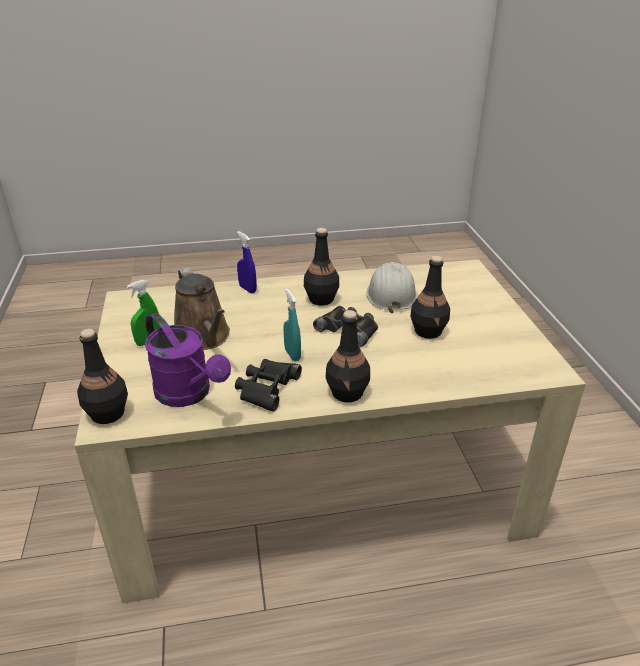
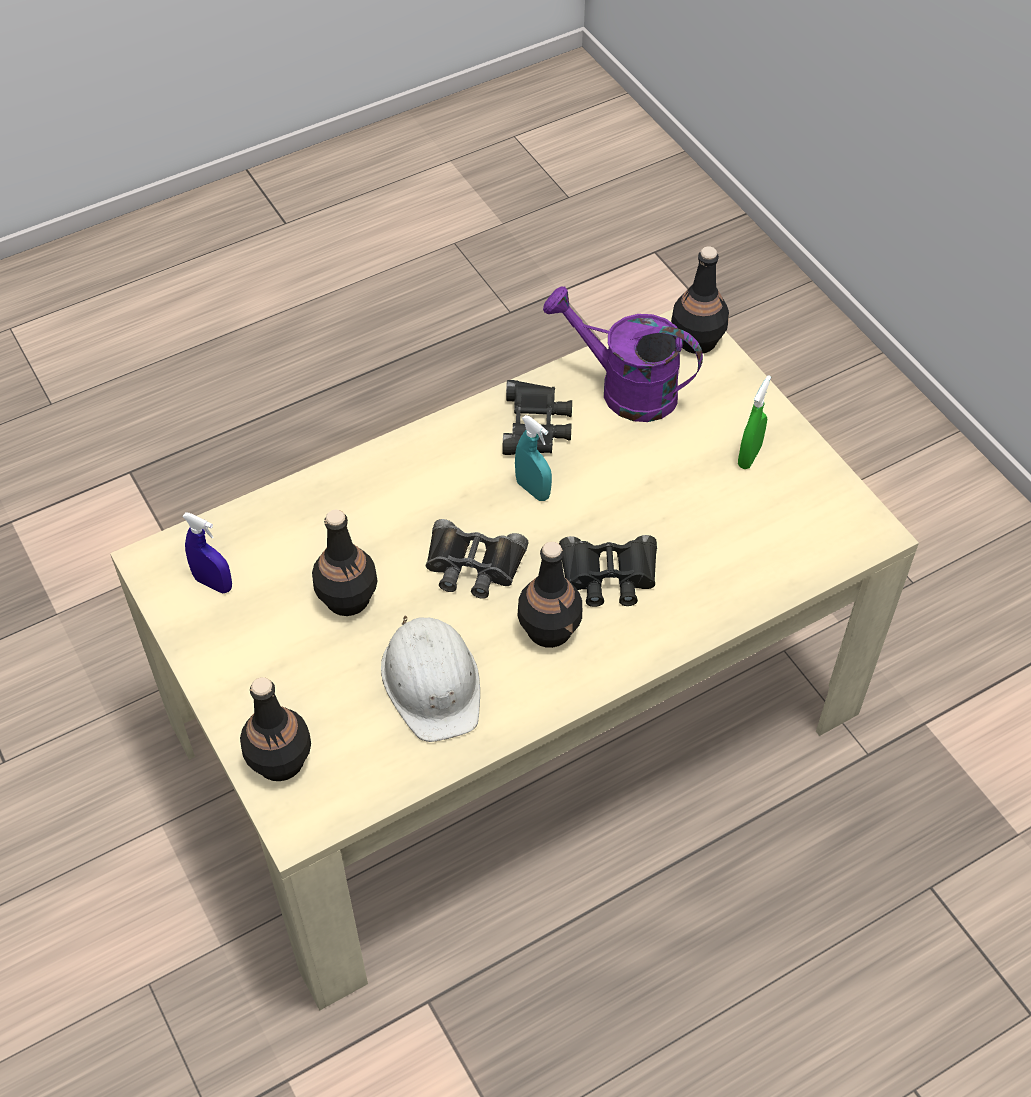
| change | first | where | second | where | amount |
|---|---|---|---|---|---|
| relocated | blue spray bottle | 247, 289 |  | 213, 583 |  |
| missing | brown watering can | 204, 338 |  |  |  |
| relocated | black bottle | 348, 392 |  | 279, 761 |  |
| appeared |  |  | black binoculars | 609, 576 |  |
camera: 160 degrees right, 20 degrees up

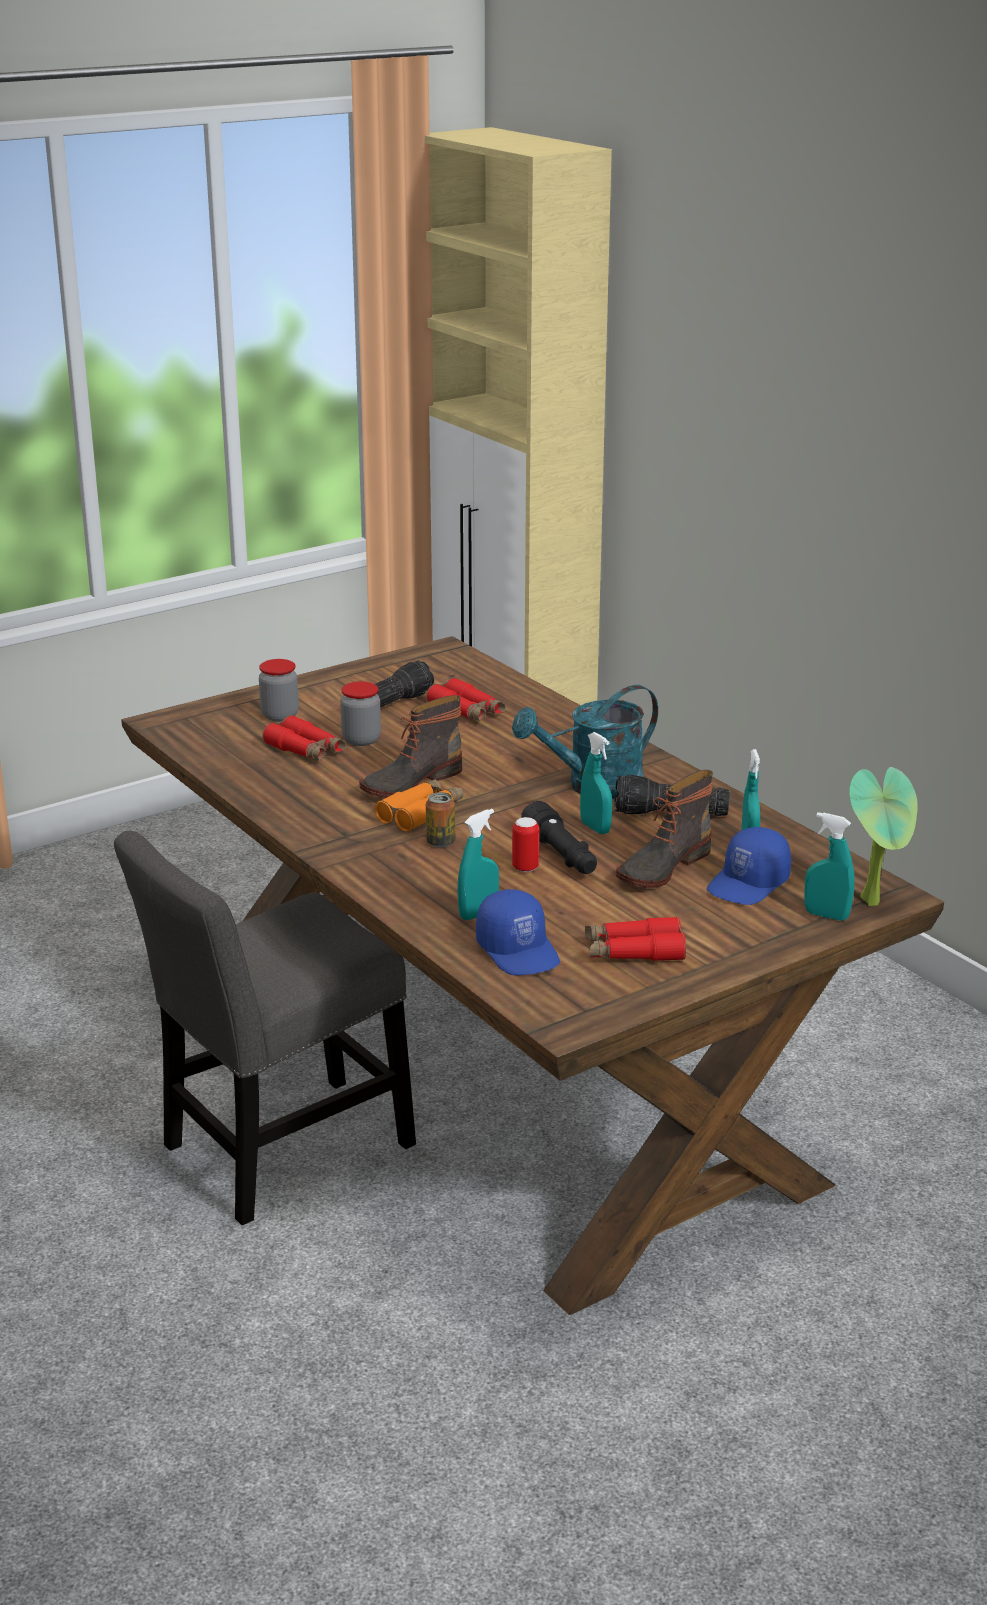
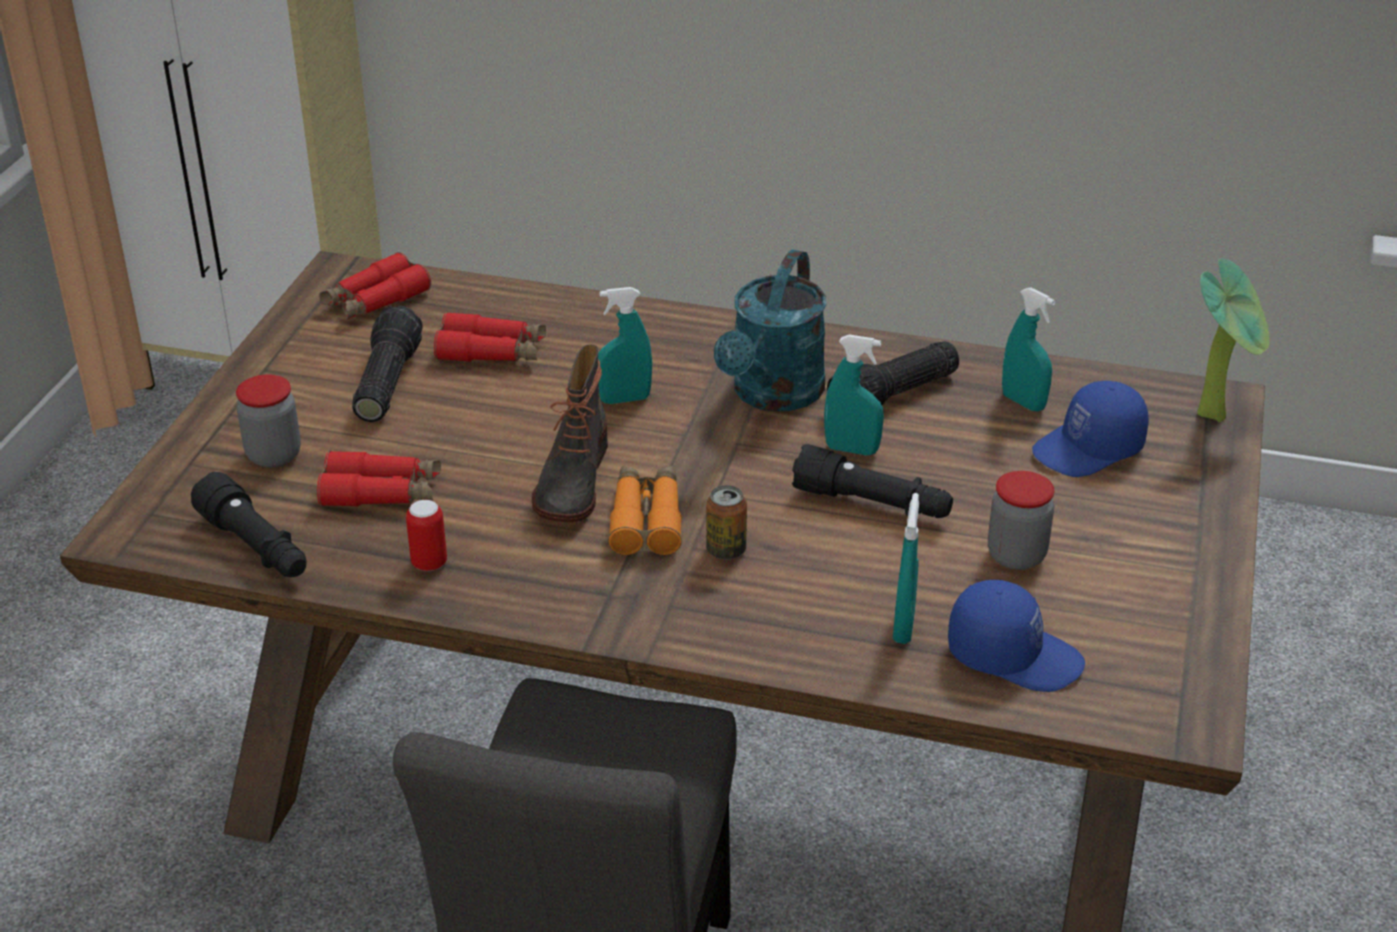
| change | first | where | second | where | amount |
|---|---|---|---|---|---|
| relocated | jar | 361, 740 |  | 1016, 556 |  |
| missing | boot | 662, 867 |  |  |  |
| relocated | turquoise spray bottle | 826, 915 |  | 624, 399 |  |
| relocated | can | 525, 868 |  | 429, 563 |  |
| spun | blue cap | 749, 884 |  | 1089, 449 | 60 degrees clockwise |
| relocated | red binoculars | 634, 952 |  | 375, 300 |  |
| appeared |  |  | black flashlight | 256, 547 |  |
camera: 40 degrees left, 10 degrees up

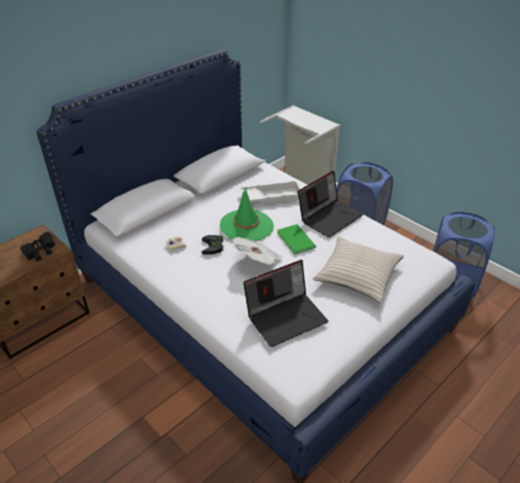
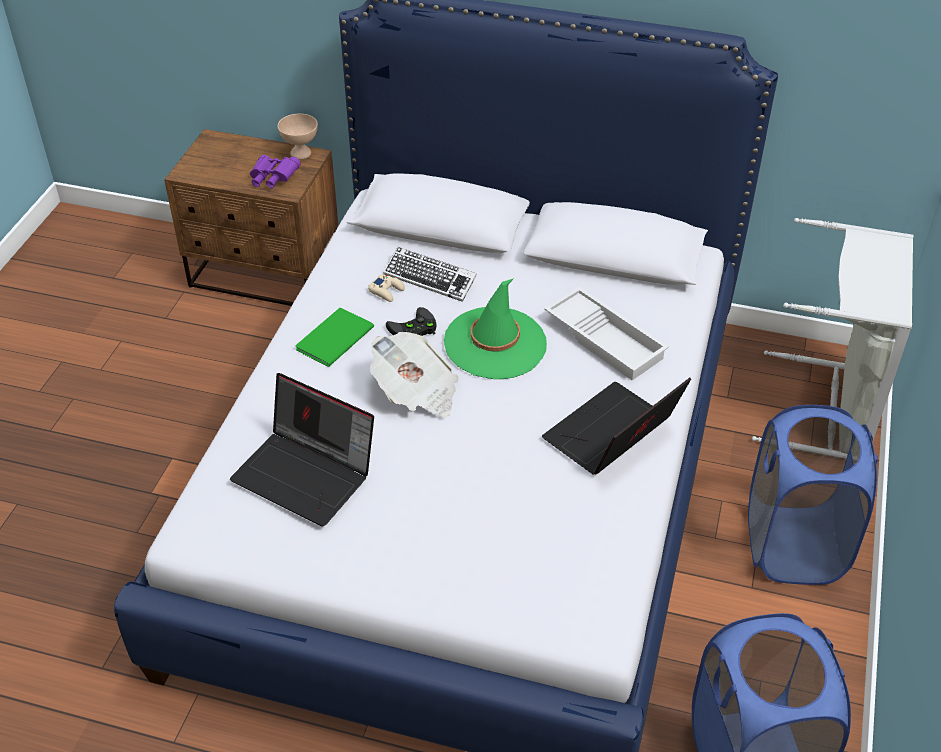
| change | first | where | second | where | amount |
|---|---|---|---|---|---|
| spun | laptop | 329, 217 |  | 611, 436 | 120 degrees clockwise |
| relocated | green book | 295, 240 |  | 332, 339 |  |
| colour | black binoculars | 40, 253 | purple binoculars | 273, 179 |  |
| missing | beige pillow | 357, 275 |  |  |  |
| appeared |  |  | beige bowl | 300, 153 |  |
| appeared |  |  | keyboard | 430, 278 |  |
camera: 60 degrees right, 5 degrees up

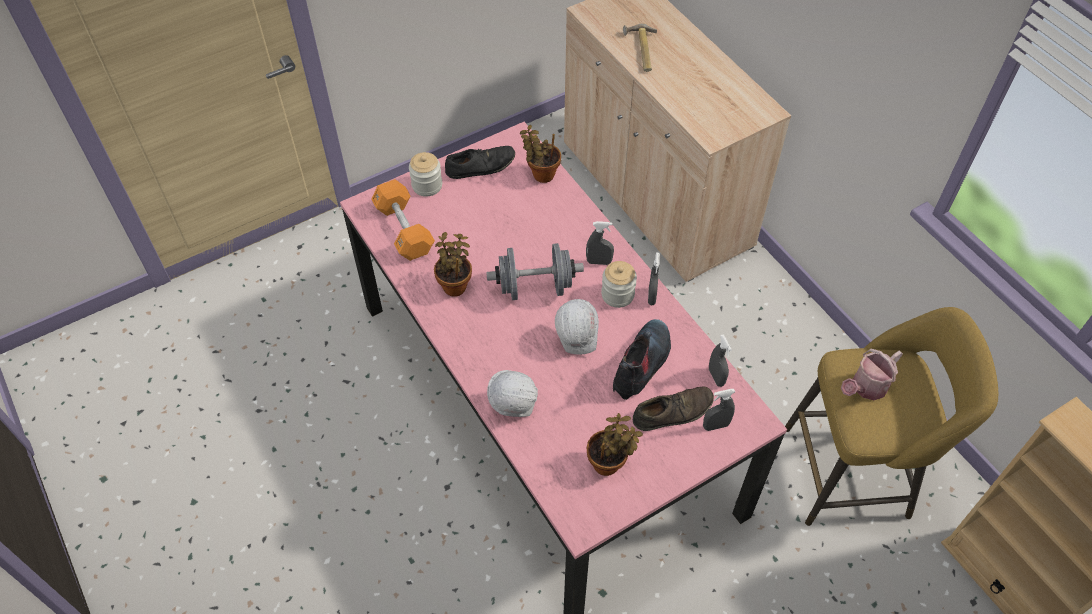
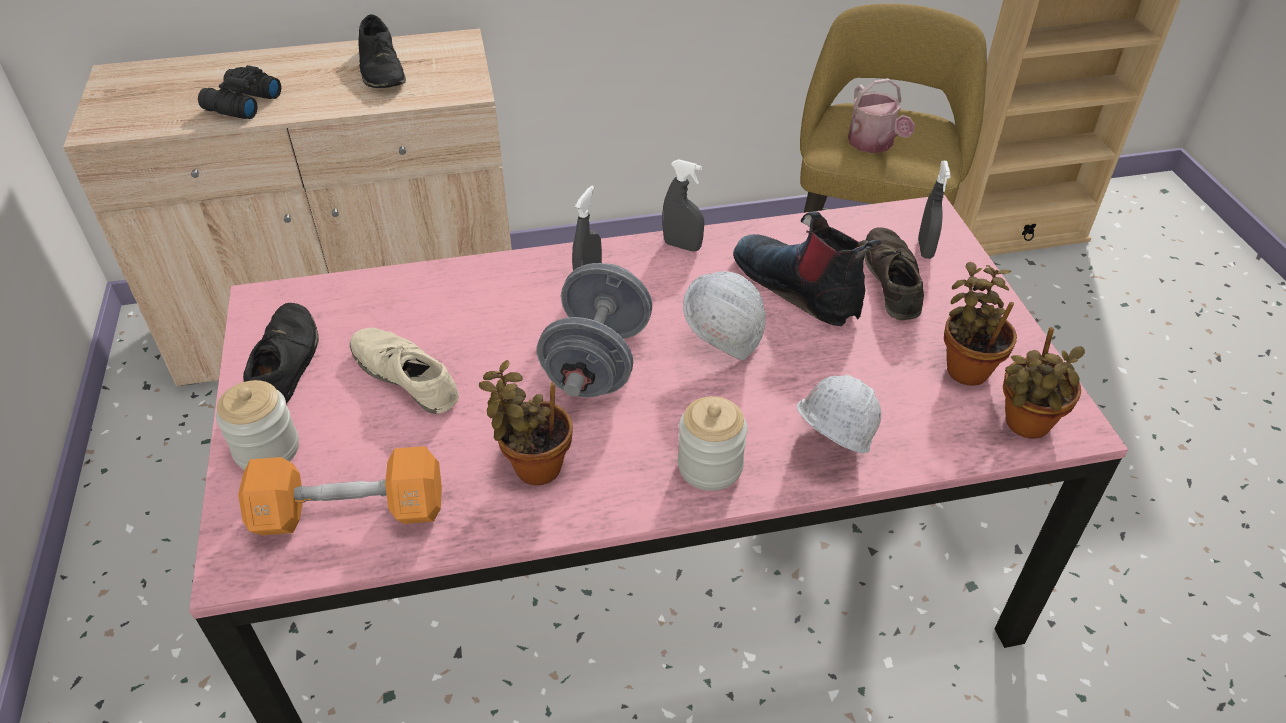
| change | first | where | second | where | amount |
|---|---|---|---|---|---|
| exchanged | hammer | 640, 51 | black binoculars | 241, 104 |  |
| relocated | potted plant | 541, 174 |  | 1024, 426 |  |
| relocated | jar | 617, 294 |  | 710, 466 |  |
| missing | grey spray bottle | 716, 377 |  |  |  |
| appeared |  |  | black shoe | 382, 69 |  |
| appeared |  |  | beige shoe | 406, 376 |  |
camera: 70 degrees left, 10 degrees down

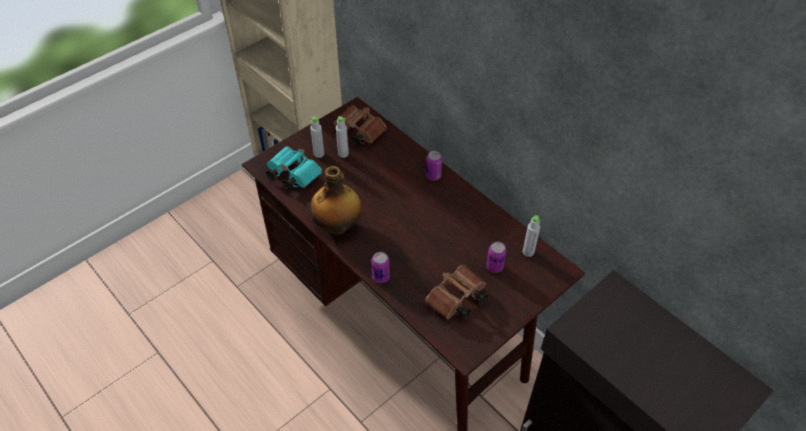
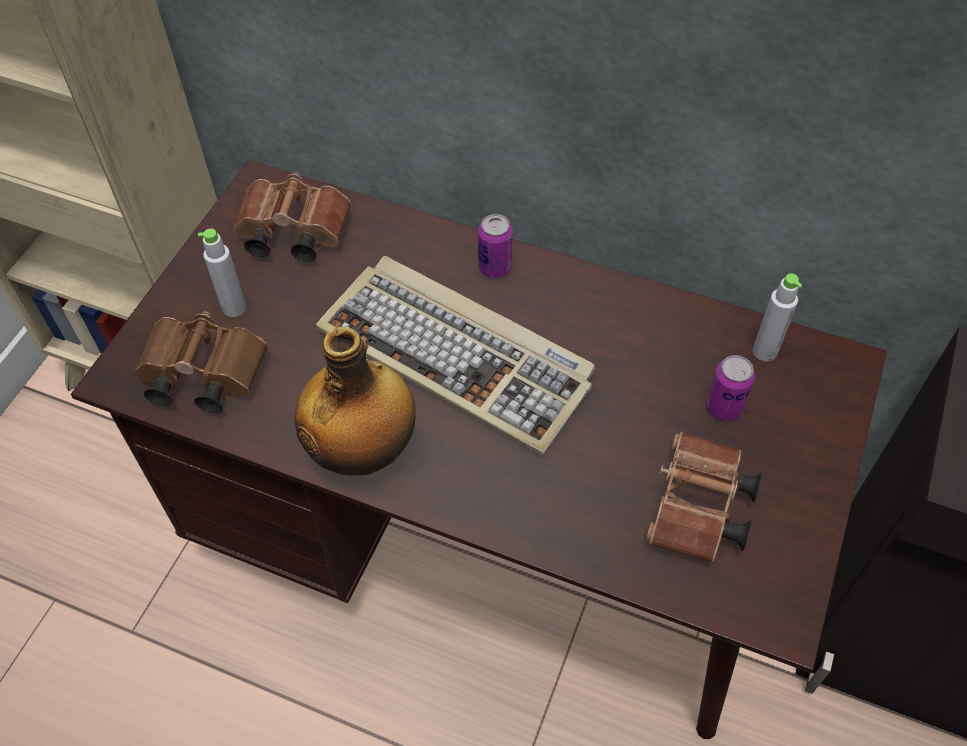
| change | first | where | second | where | amount |
|---|---|---|---|---|---|
| missing | grey bottle | 343, 154 |  |  |  |
| colour | turquoise binoculars | 292, 175 | brown binoculars | 200, 376 |  |
| missing | can | 380, 277 |  |  |  |
| appeared |  |  | keyboard | 459, 356 |  |
camera: 25 degrees left, 5 degrees up

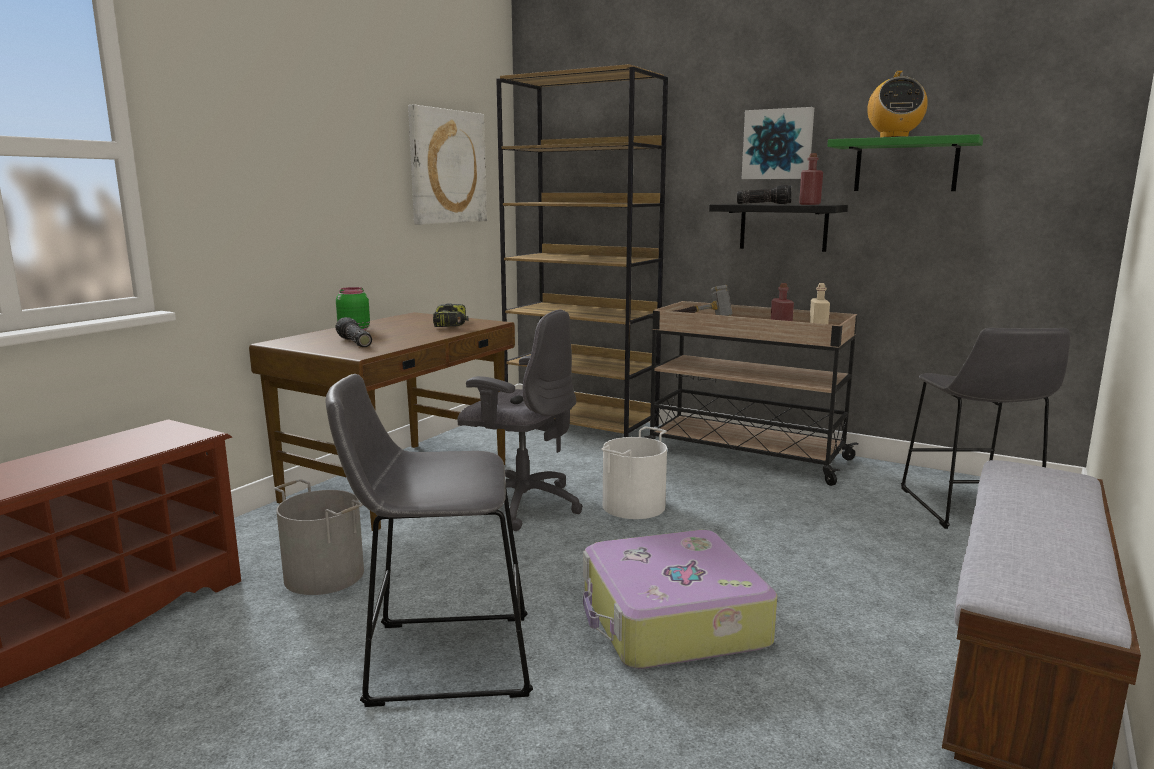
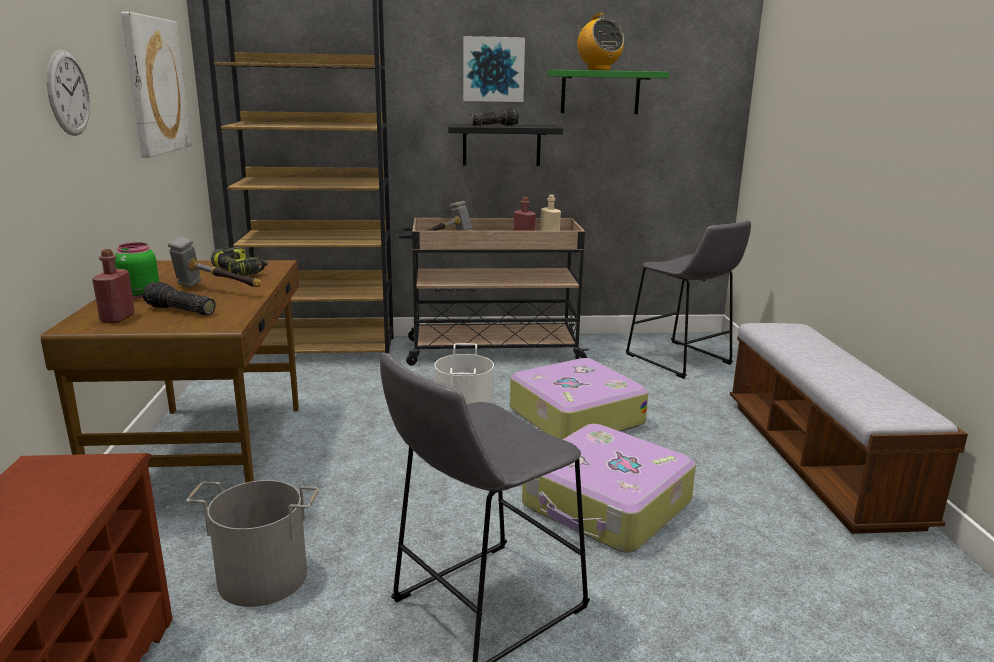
| change | first | where | second | where | amount |
|---|---|---|---|---|---|
| relocated | red bottle | 809, 204 |  | 117, 318 |  |
| missing | grey office chair | 522, 504 |  |  |  |
| appeared |  |  | wall clock | 68, 93 |  |
| appeared |  |  | hammer | 216, 291 |  |
| appeared |  |  | suitcase | 574, 416 |  |
camera: 35 degrees left, 5 degrees up

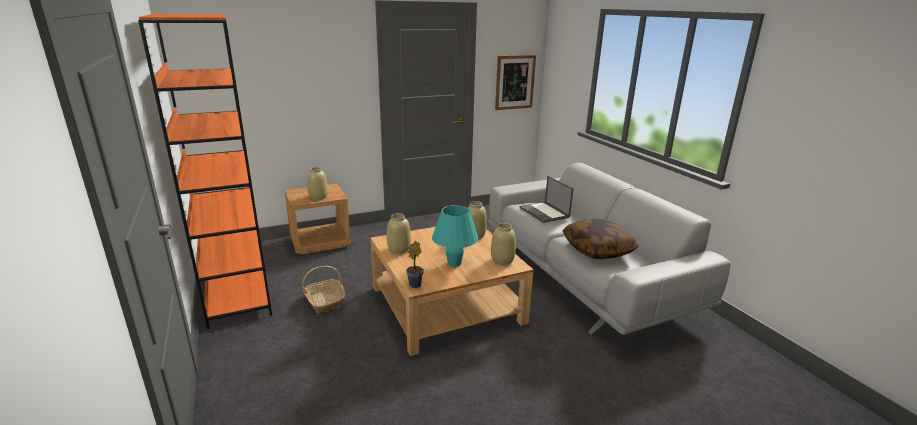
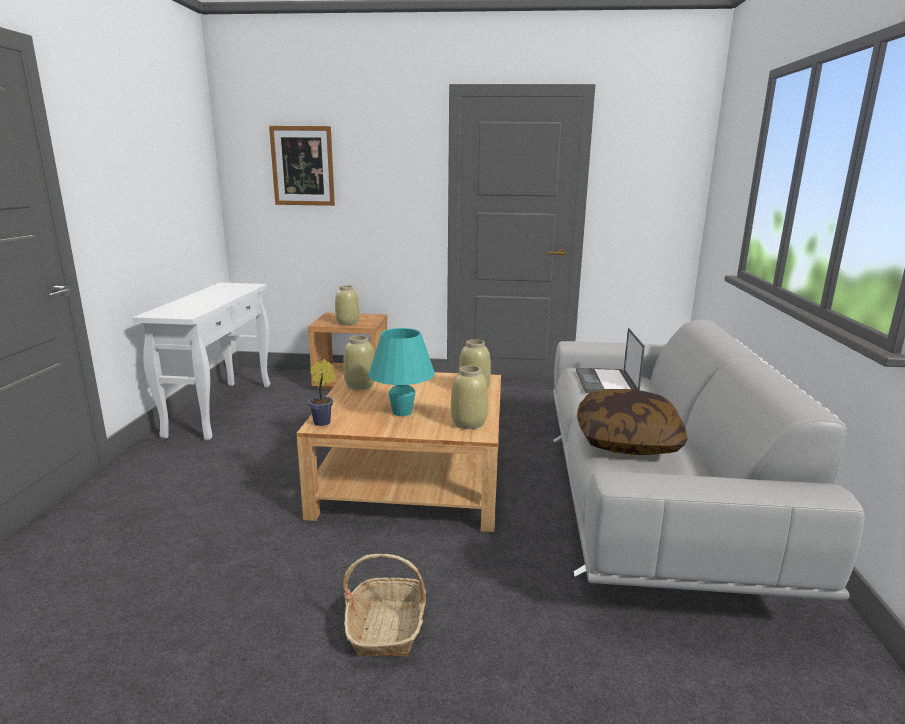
| change | first | where | second | where | amount |
|---|---|---|---|---|---|
| exchanged | orange bookcase | 237, 292 | white console table | 221, 408 |  |
| relocated | picture | 515, 82 |  | 302, 166 |  |
| relocated | basket | 325, 301 |  | 387, 627 |  |
camera: 30 degrees right, 5 degrees down

